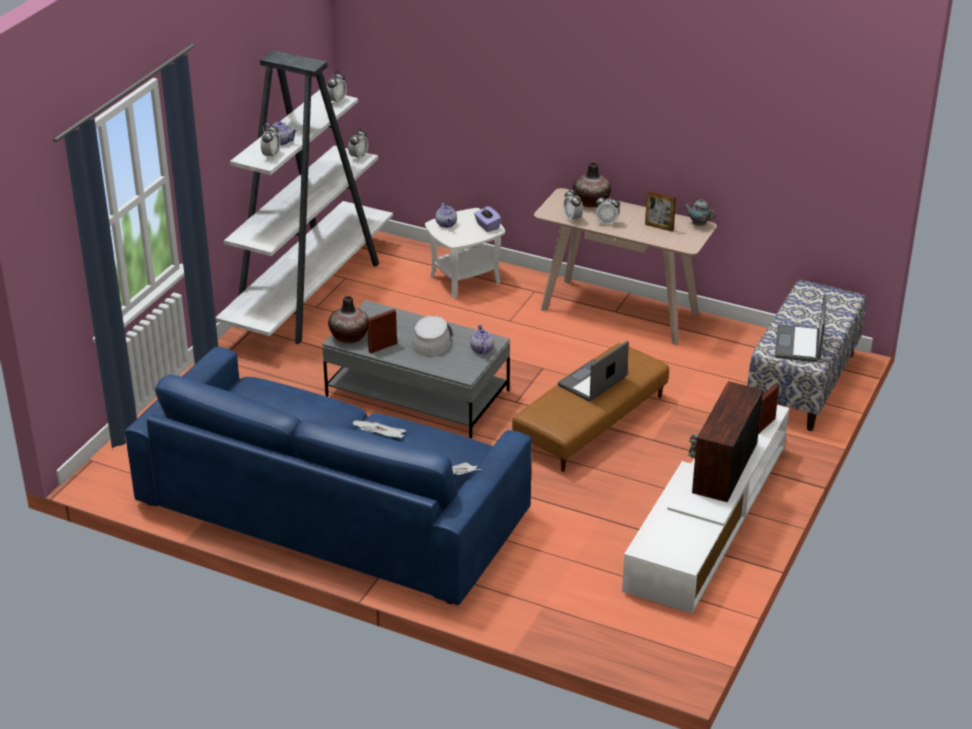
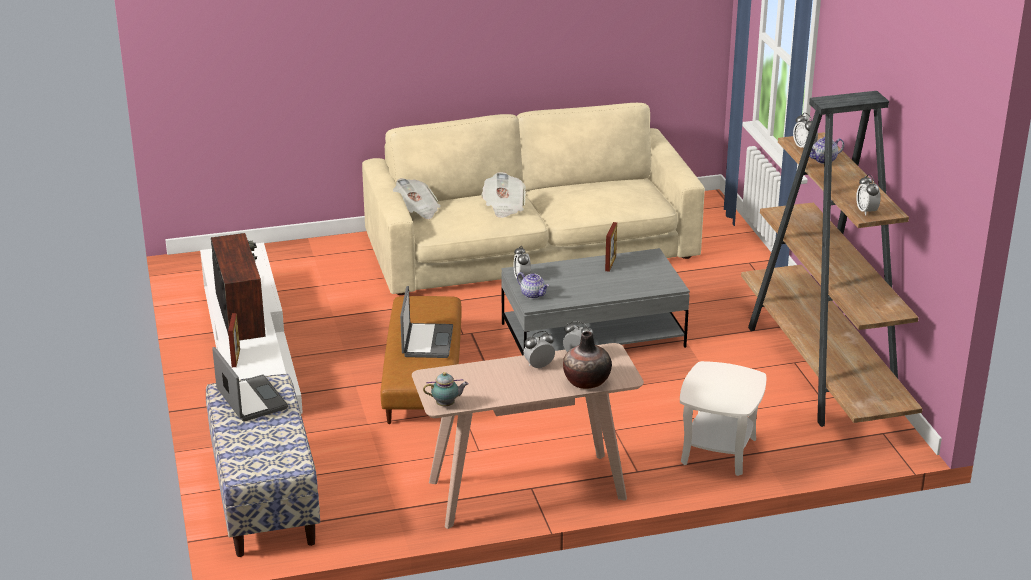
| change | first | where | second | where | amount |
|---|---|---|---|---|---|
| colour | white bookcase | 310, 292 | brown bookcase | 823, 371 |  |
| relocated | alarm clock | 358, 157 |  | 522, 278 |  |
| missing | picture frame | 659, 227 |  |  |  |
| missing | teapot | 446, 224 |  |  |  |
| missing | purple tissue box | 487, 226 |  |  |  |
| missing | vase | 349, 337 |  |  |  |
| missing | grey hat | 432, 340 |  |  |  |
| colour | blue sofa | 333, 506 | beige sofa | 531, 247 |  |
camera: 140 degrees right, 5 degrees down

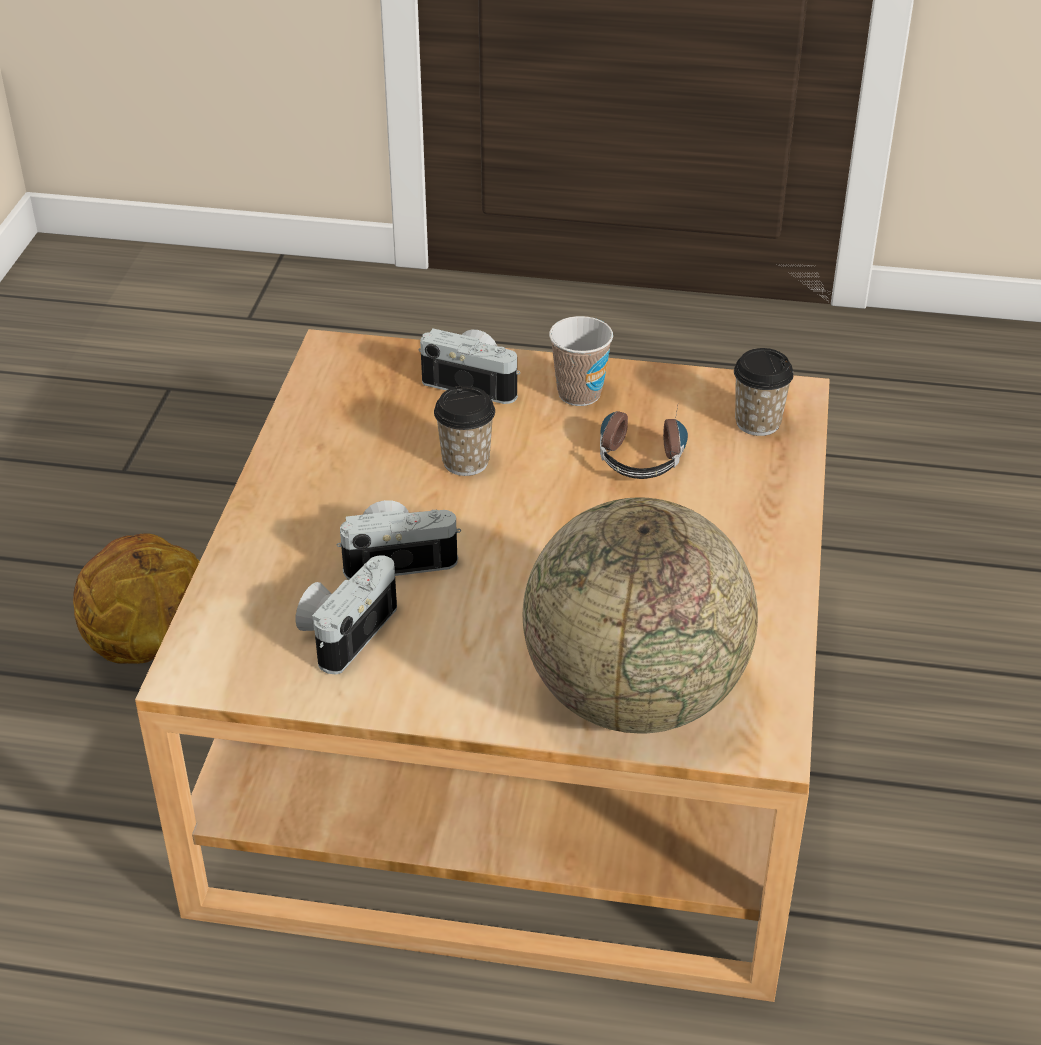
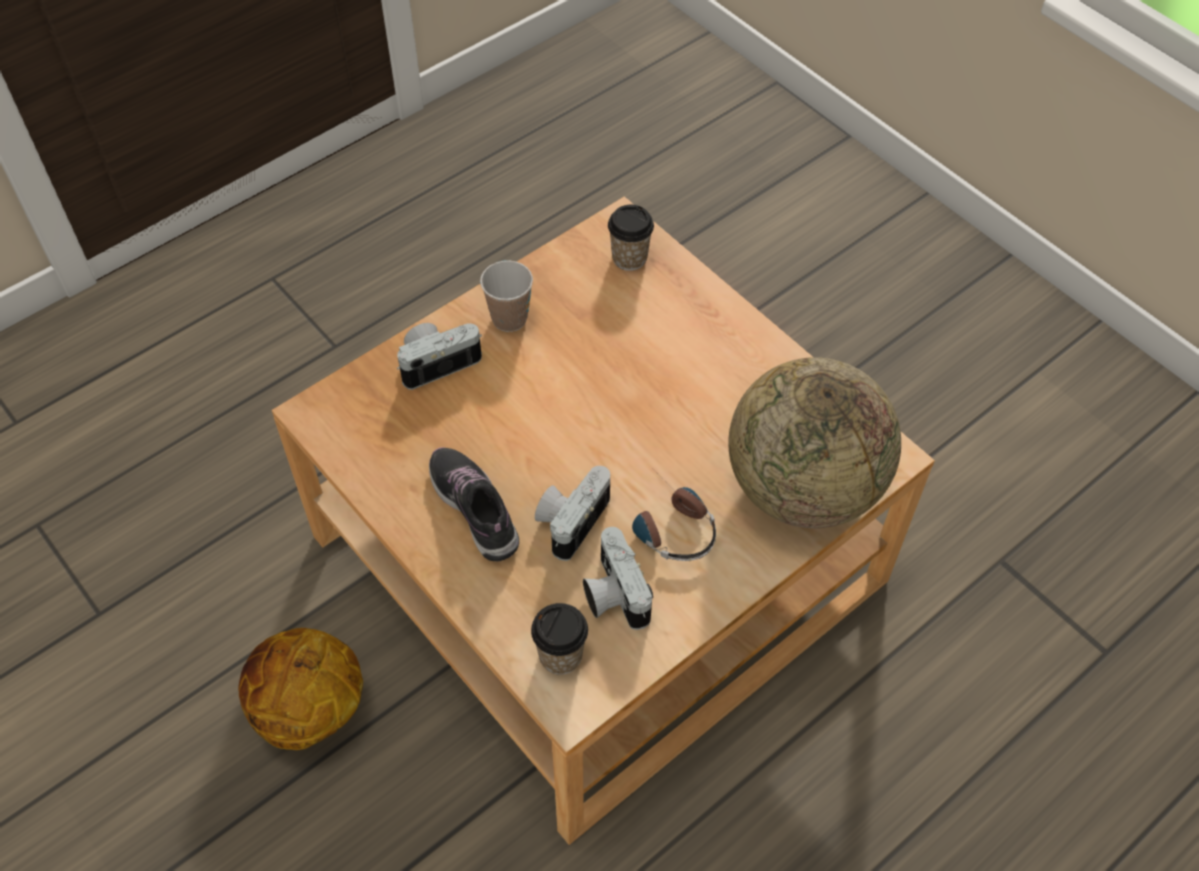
| change | first | where | second | where | amount |
|---|---|---|---|---|---|
| relocated | cup | 465, 462 |  | 560, 655 |  |
| relocated | headphones | 642, 450 |  | 667, 525 |  |
| appeared |  |  | shoe | 475, 508 |  |
camera: 50 degrees left, 15 degrees up

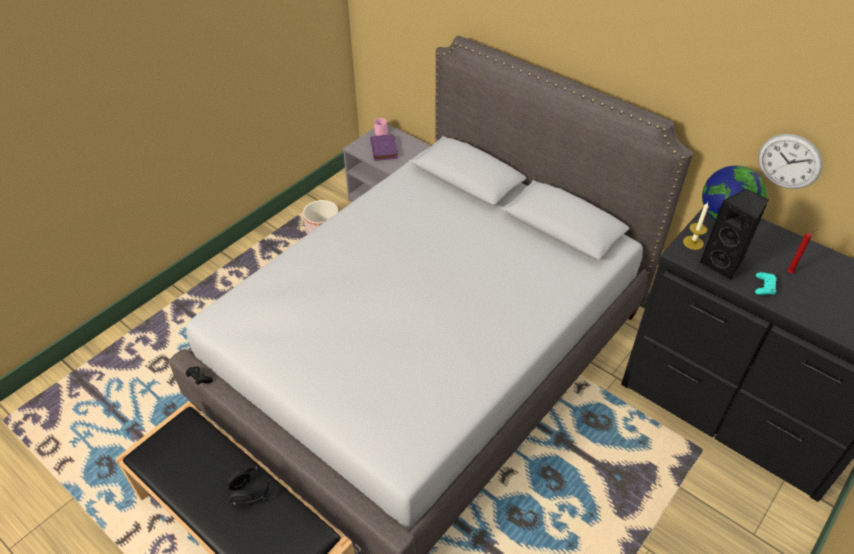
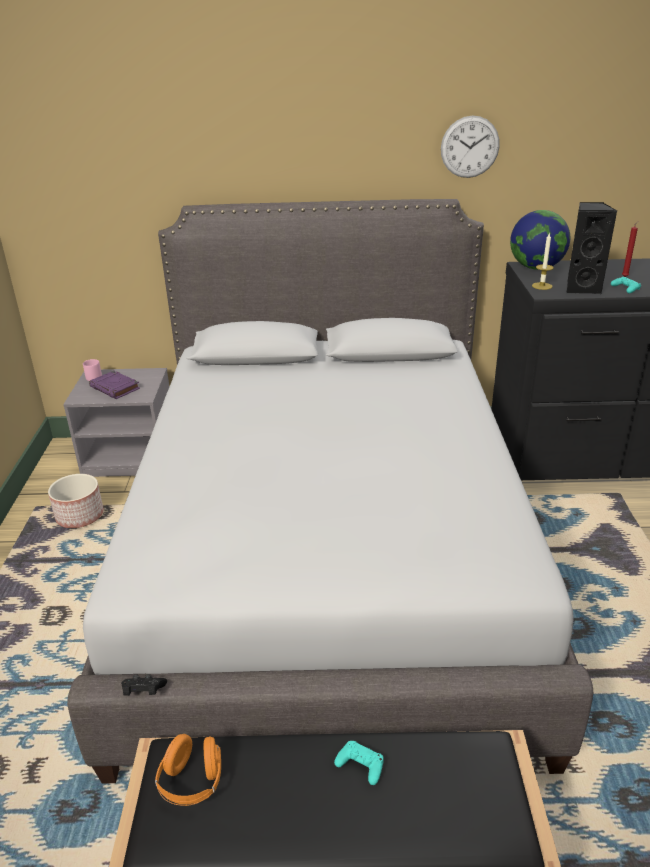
| change | first | where | second | where | amount |
|---|---|---|---|---|---|
| relocated | wall clock | 789, 161 |  | 470, 147 |  |
| exchanged | black headphones | 251, 492 | turquoise game controller | 360, 765 |  |
| appeared |  |  | orange headphones | 192, 782 |  |
camera: 40 degrees left, 15 degrees down

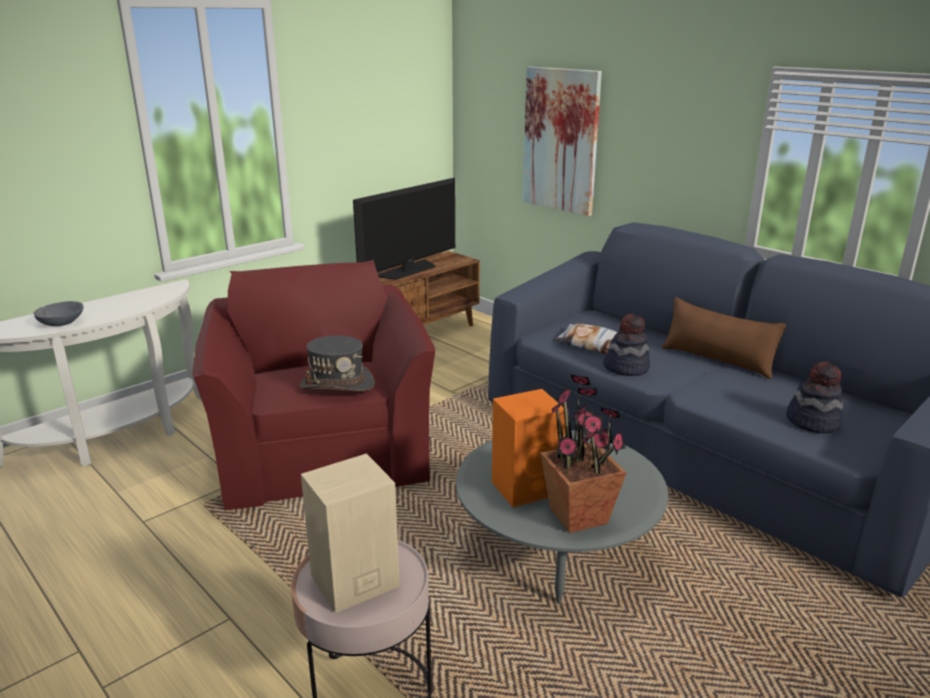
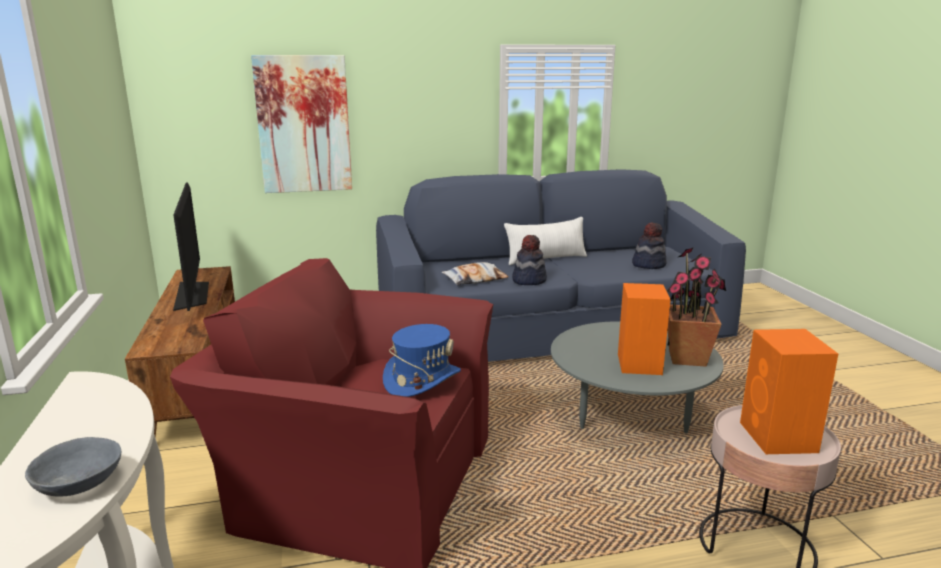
| change | first | where | second | where | amount |
|---|---|---|---|---|---|
| colour | brown pillow | 717, 360 | white pillow | 546, 259 |  |
| colour | grey hat | 337, 384 | blue hat | 422, 380 |  |
| colour | beige speaker | 353, 582 | orange speaker | 778, 438 |  |
camera: 60 degrees left, 5 degrees down

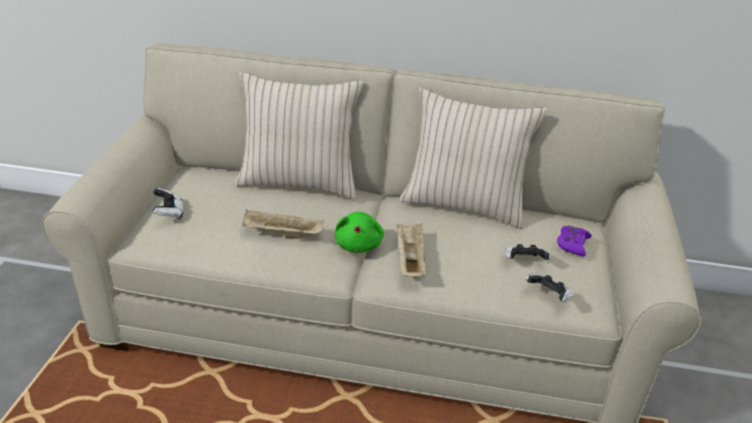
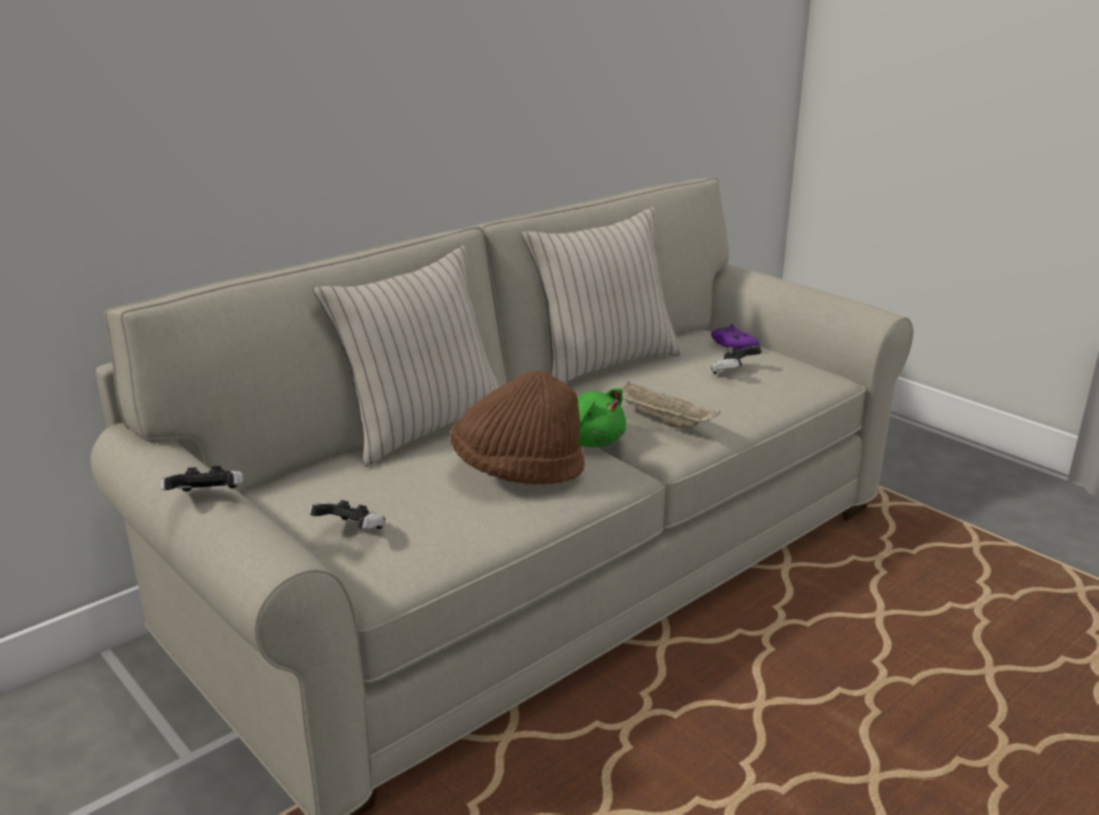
| change | first | where | second | where | amount |
|---|---|---|---|---|---|
| exchanged | beige tray | 281, 234 | brown hat | 518, 472 |  |
| relocated | game controller | 549, 296 |  | 207, 499 |  |
camera: 50 degrees left, 10 degrees down

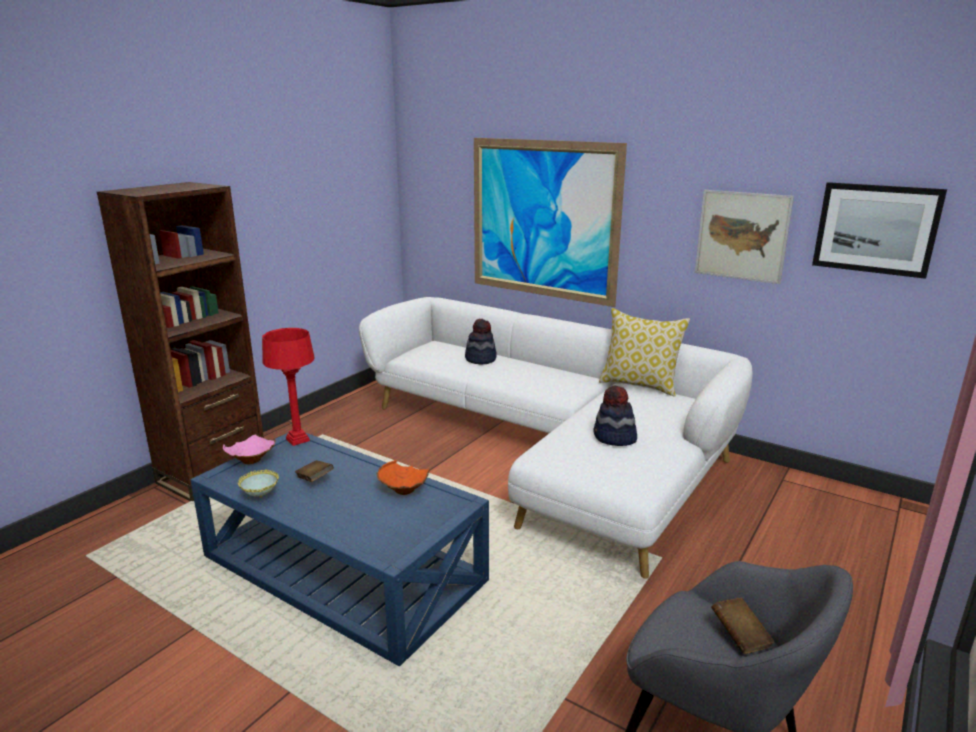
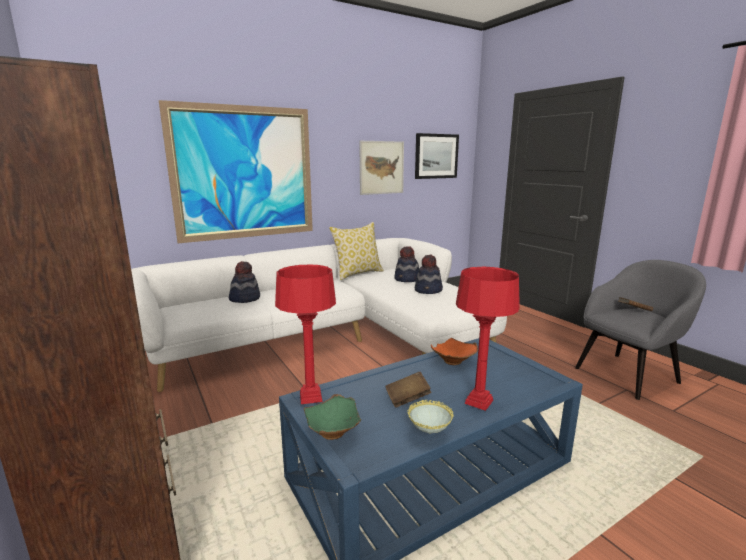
| change | first | where | second | where | amount |
|---|---|---|---|---|---|
| colour | pink bowl | 251, 460 | green bowl | 334, 432 |  |
| appeared |  |  | hat | 407, 279 |  |
| appeared |  |  | red table lamp | 479, 401 |  |
camera: 65 degrees left, 5 degrees down

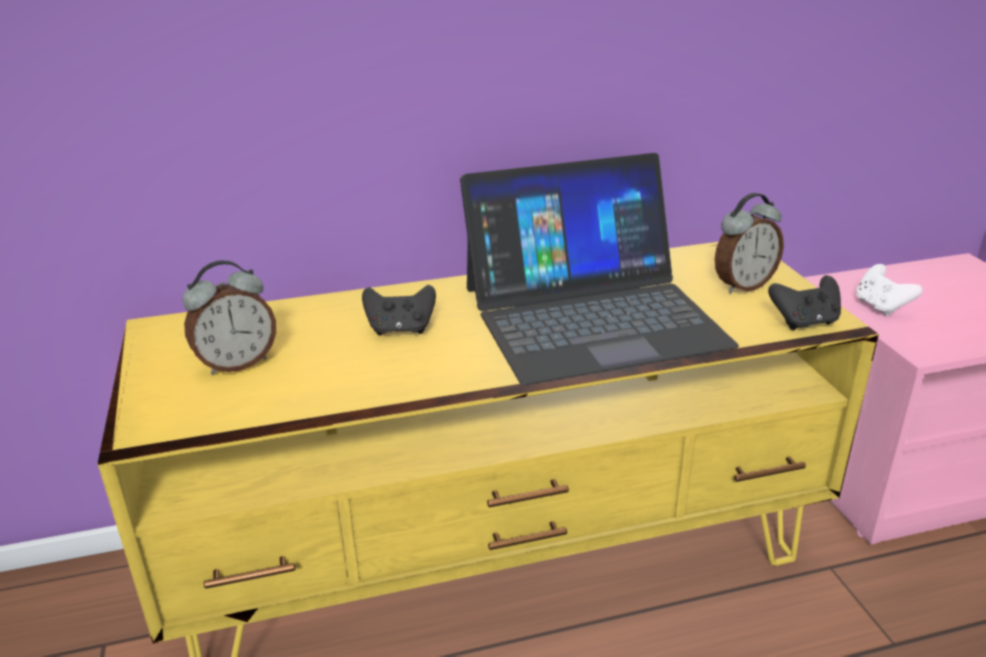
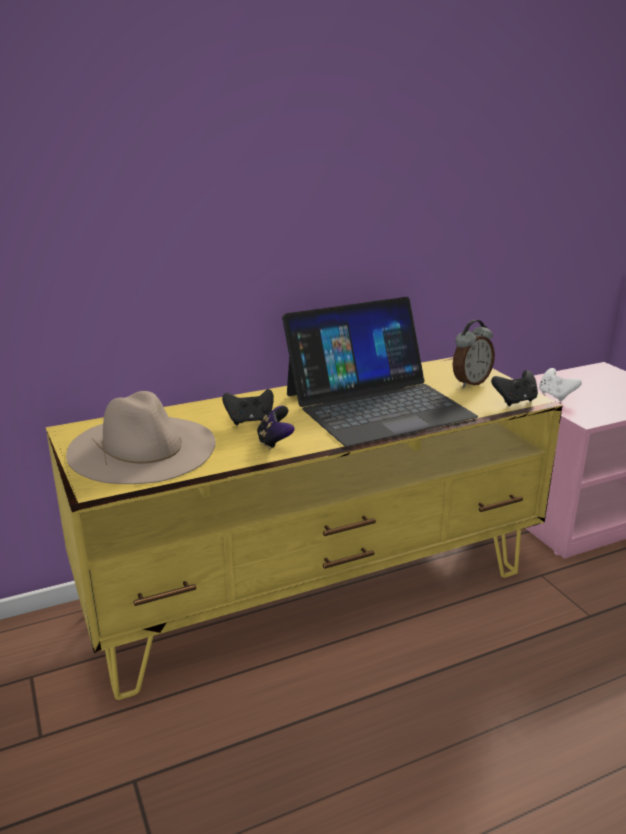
| change | first | where | second | where | amount |
|---|---|---|---|---|---|
| exchanged | alarm clock | 237, 363 | beige hat | 142, 448 |  |
| appeared |  |  | game controller | 275, 442 |  |
camera: 10 degrees left, 5 degrees down

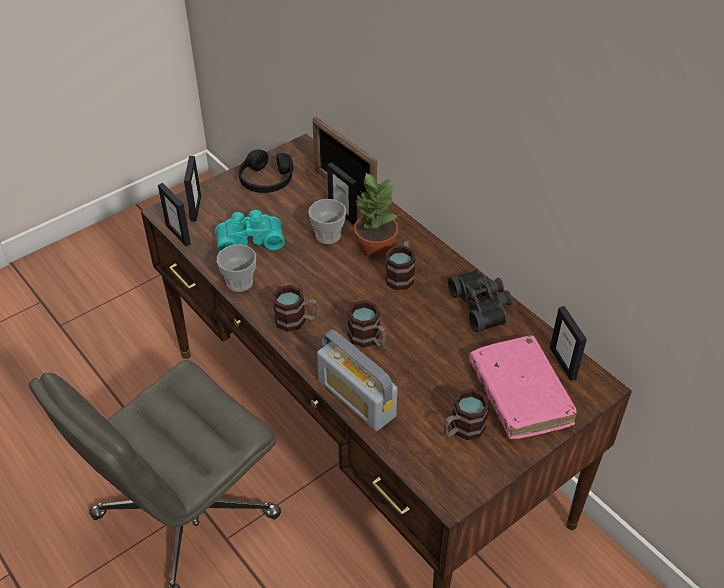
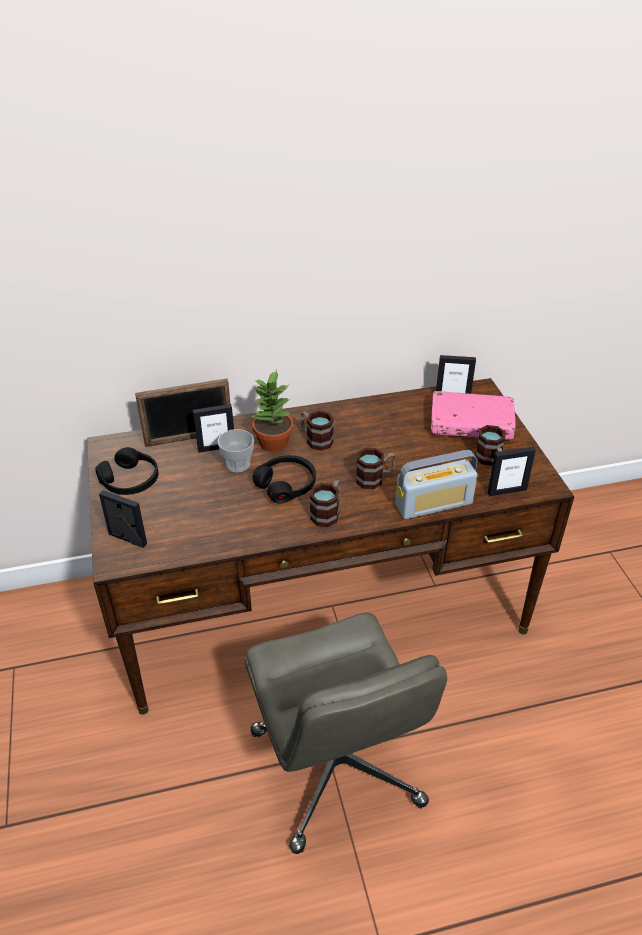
| change | first | where | second | where | amount |
|---|---|---|---|---|---|
| relocated | picture frame | 178, 234 |  | 506, 491 |  |
| missing | turquoise binoculars | 249, 239 |  |  |  |
| missing | cup | 239, 282 |  |  |  |
| missing | black binoculars | 482, 306 |  |  |  |
| appeared |  |  | black headphones | 286, 484 |  |
camera: 65 degrees left, 5 degrees down

